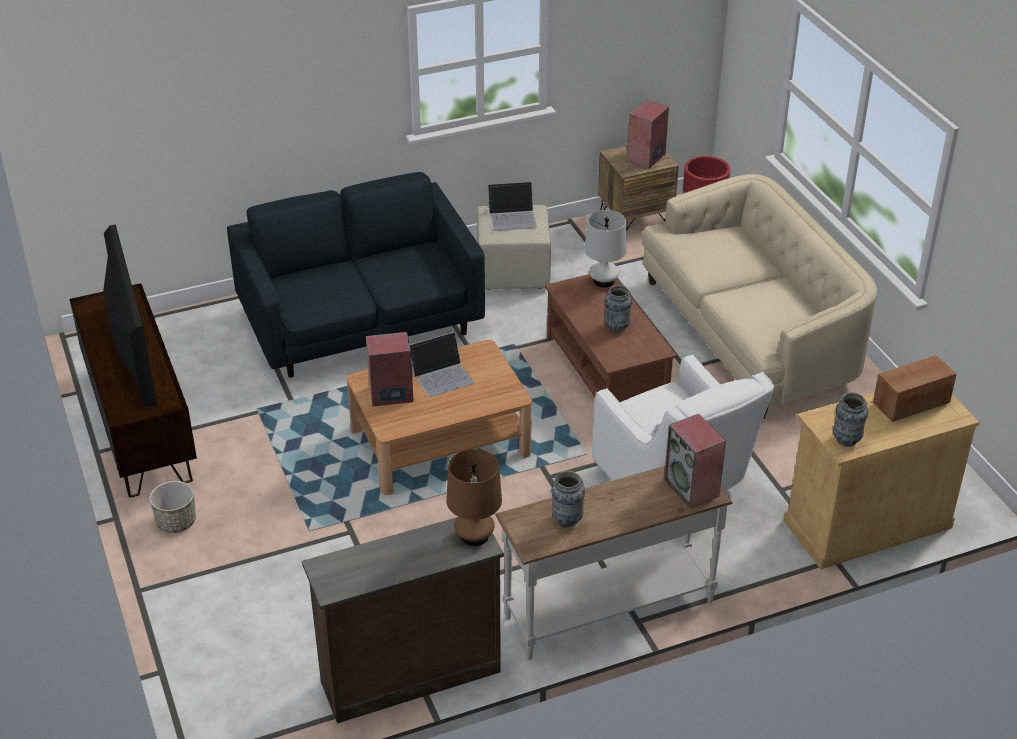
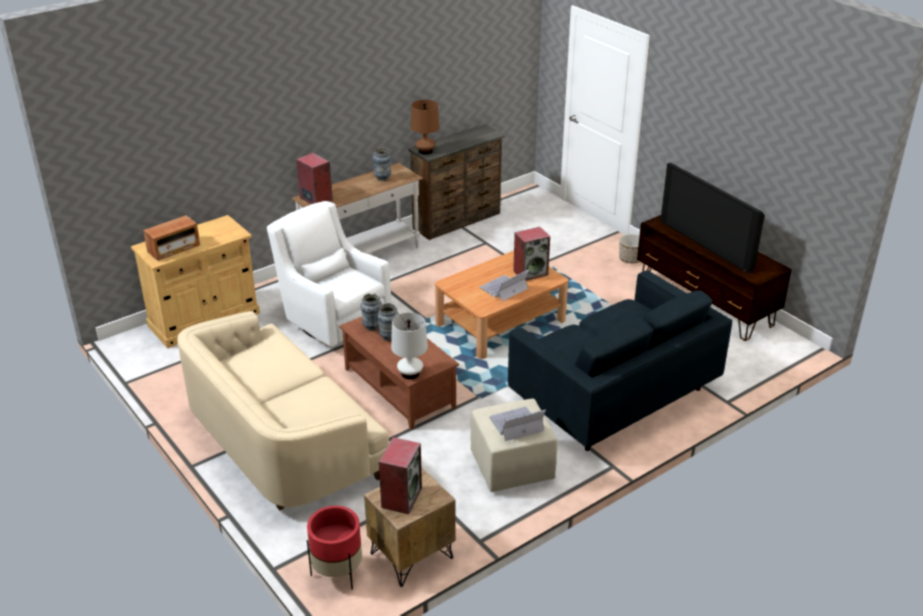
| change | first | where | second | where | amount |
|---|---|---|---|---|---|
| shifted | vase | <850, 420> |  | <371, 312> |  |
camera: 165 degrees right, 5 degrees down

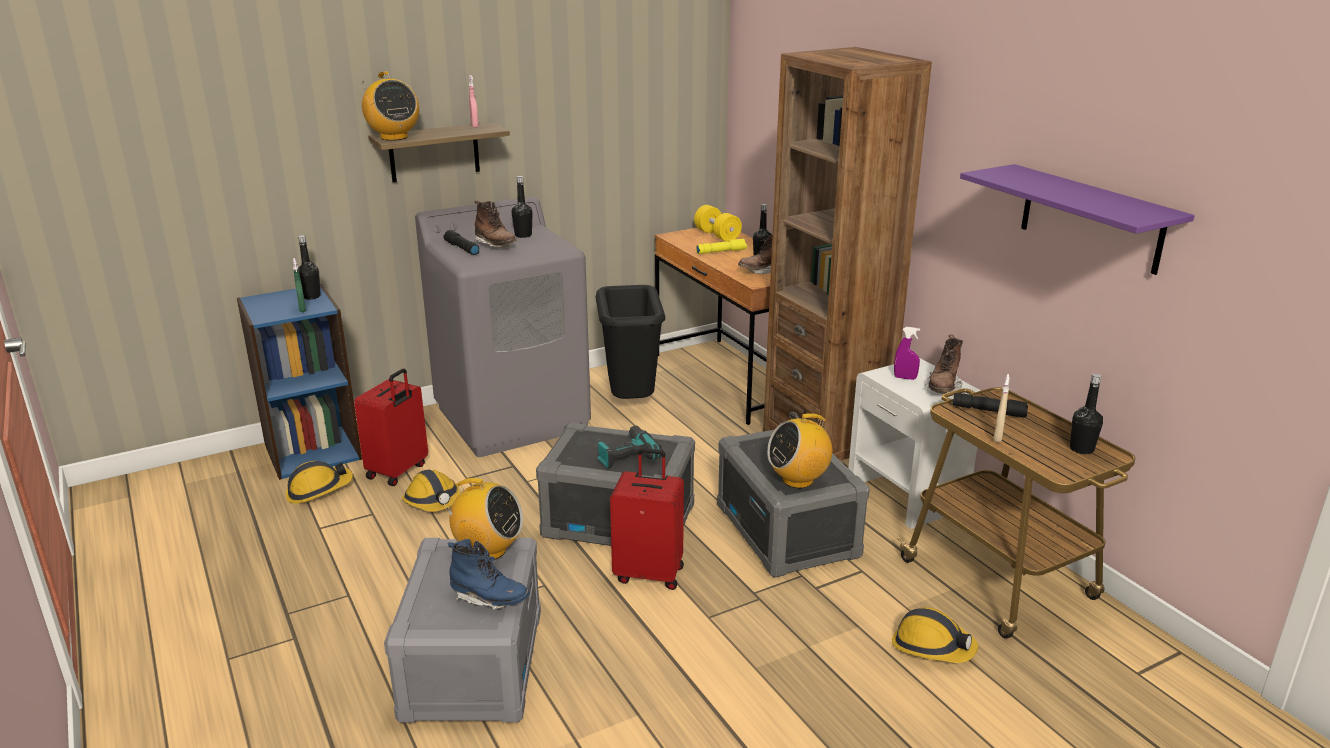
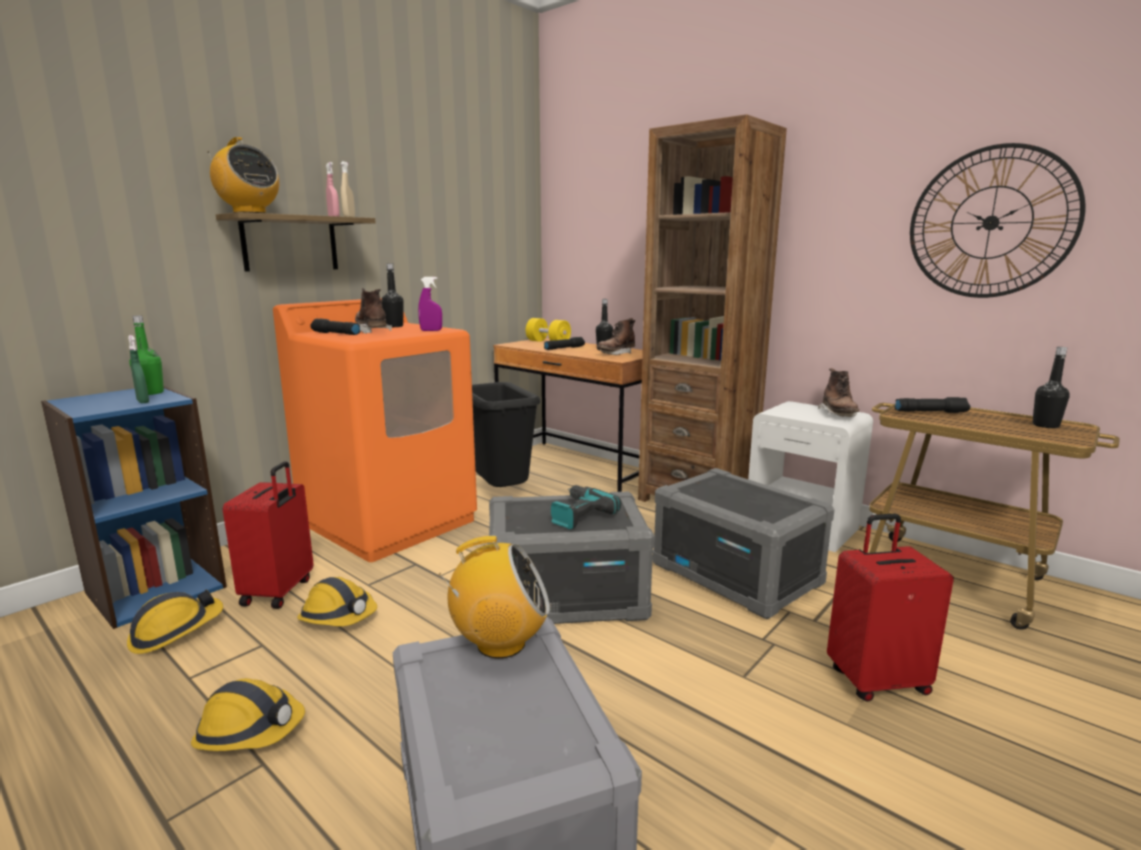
| change | first | where | second | where | amount |
|---|---|---|---|---|---|
| repainted | black bottle | <309, 267> | green bottle | <146, 355> |  |
| repainted | grey washing machine | <503, 327> | orange washing machine | <375, 430> |  |
| gone | blue boot | <488, 574> |  |  |  |
| rotated | brown boot | <495, 224> |  | <373, 311> | 150 degrees counterclockwise |
| shifted | red suitcase | <647, 519> |  | <890, 607> |  |
| repainted | yellow flashlight | <721, 246> | black flashlight | <564, 343> |  |
| gone | radio | <799, 450> |  |  |  |
| shifted | hard hat | <935, 635> |  | <248, 714> |  |
| shifted | purple spray bottle | <907, 353> |  | <430, 304> |  |
| swapped | purple shelf | <1077, 219> | wall clock | <998, 220> |  |
| shifted | beige spray bottle | <1001, 408> |  | <348, 189> |  |
camera: 20 degrees left, 10 degrees down

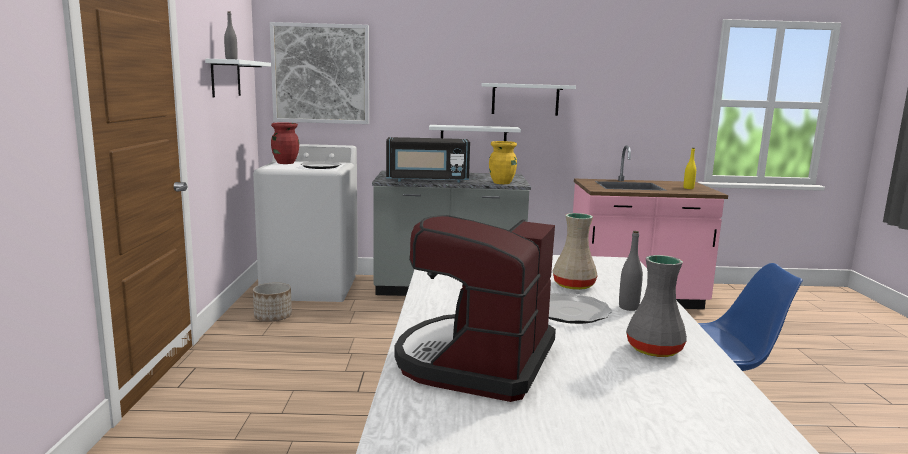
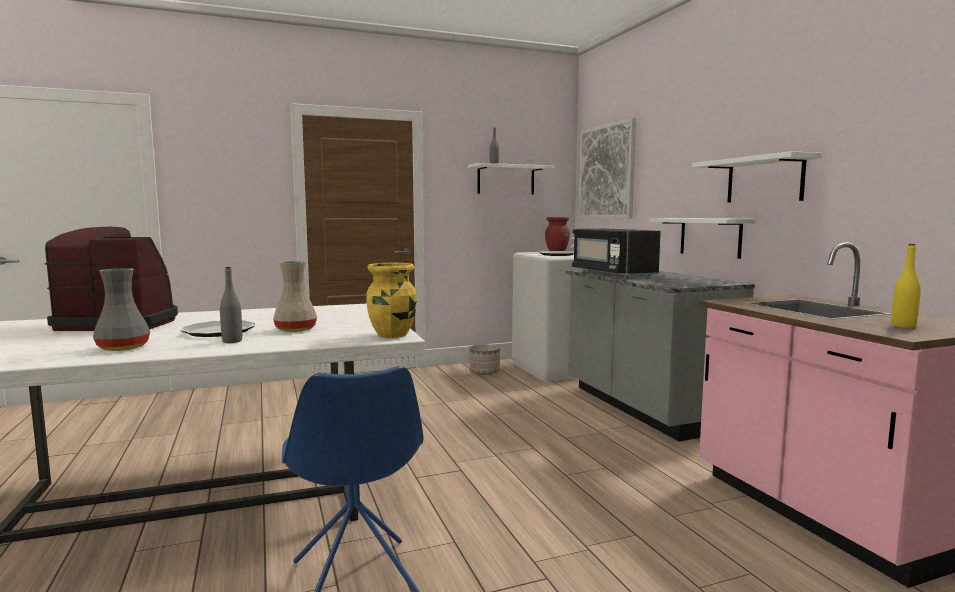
| change | first | where | second | where | amount |
|---|---|---|---|---|---|
| shifted | yellow vase | <503, 162> |  | <391, 300> |  |
camera: 70 degrees right, 5 degrees down

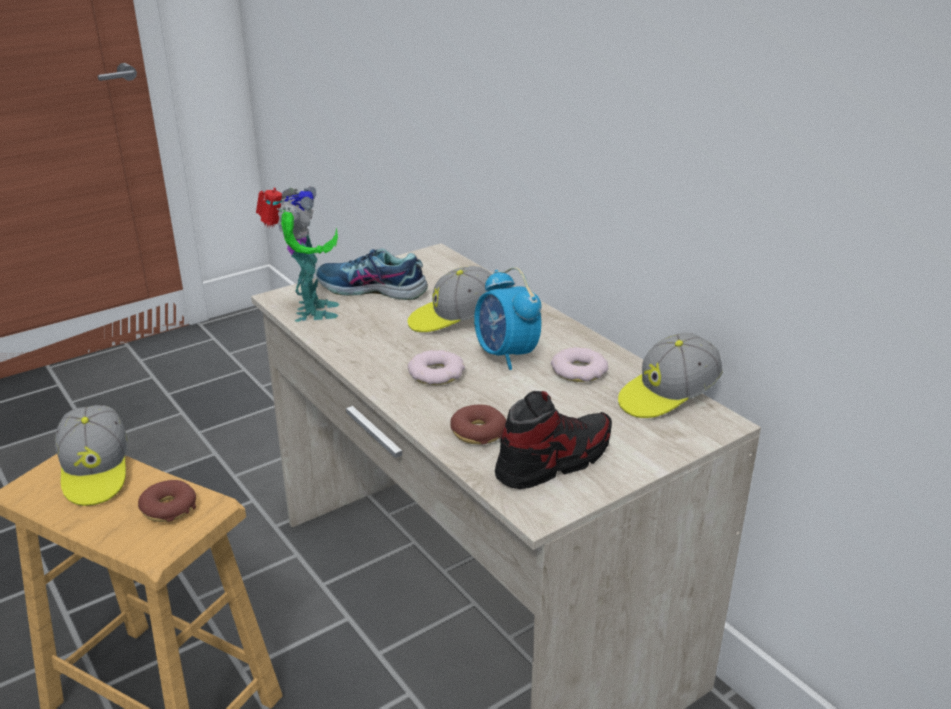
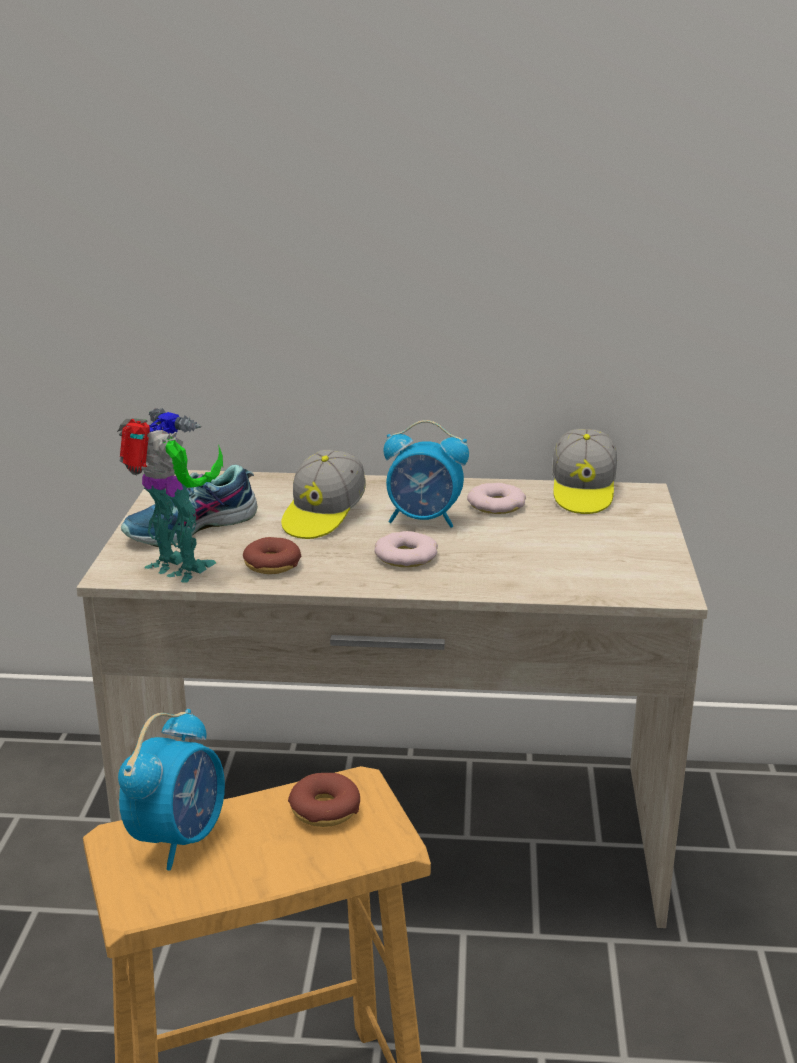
| change | first | where | second | where | amount |
|---|---|---|---|---|---|
| swapped | cap | <91, 455> | alarm clock | <171, 790> |  |
| shifted | donut | <478, 424> |  | <272, 555> |  |
| gone | shoe | <553, 440> |  |  |  |
camera: 50 degrees left, 5 degrees down

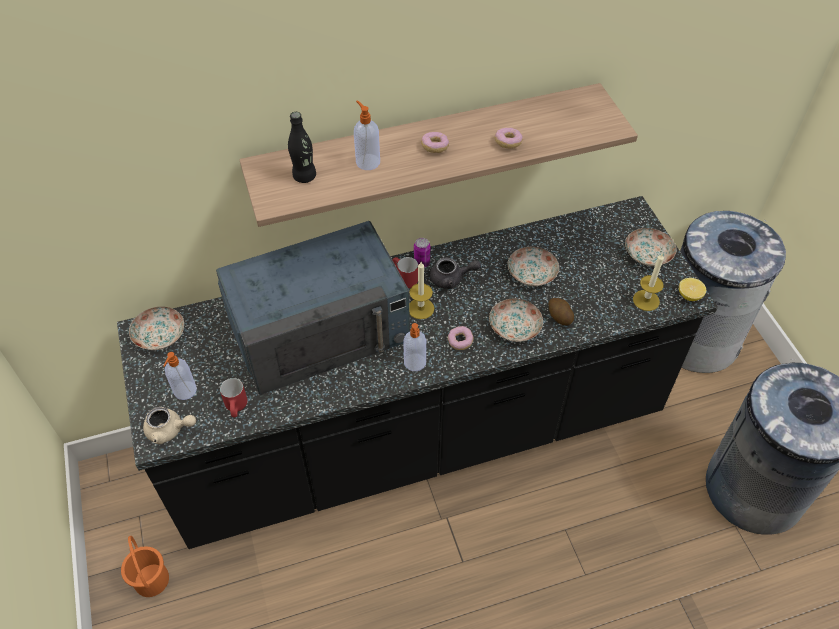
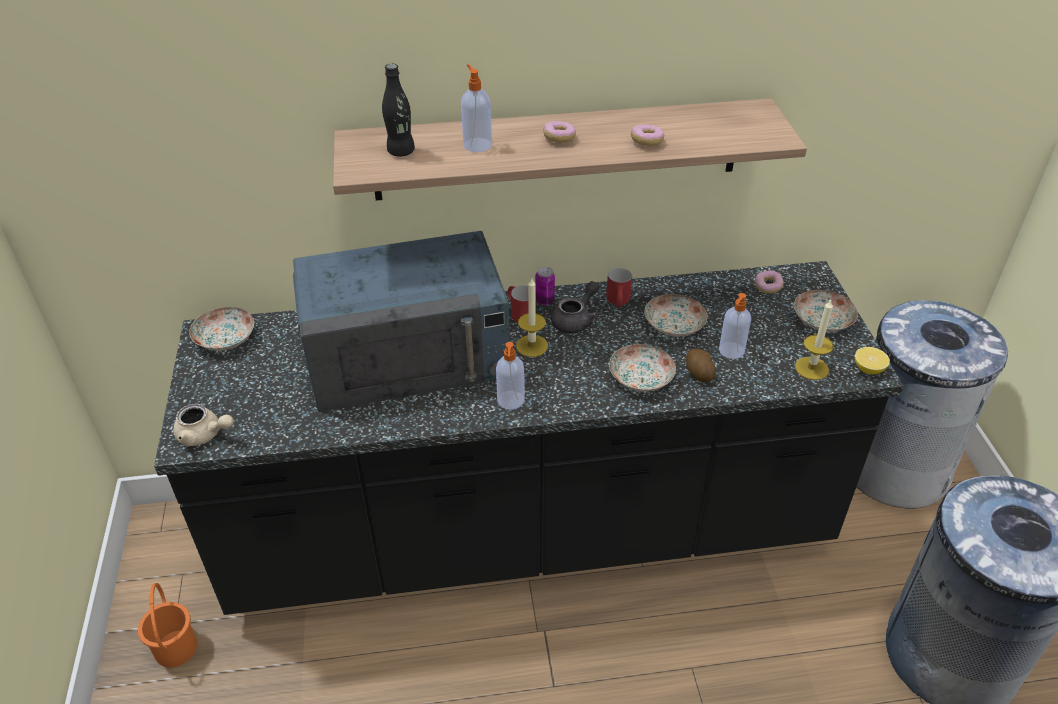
| change | first | where | second | where | amount |
|---|---|---|---|---|---|
| shifted | soap dispenser | <180, 376> |  | <735, 326> |  |
| shifted | red mug | <233, 397> |  | <619, 287> |  |
| rotated | grey teapot | <455, 273> |  | <575, 307> | 60 degrees counterclockwise |
| shifted | donut | <460, 338> |  | <769, 282> |  |
camera: 10 degrees right, 10 degrees down

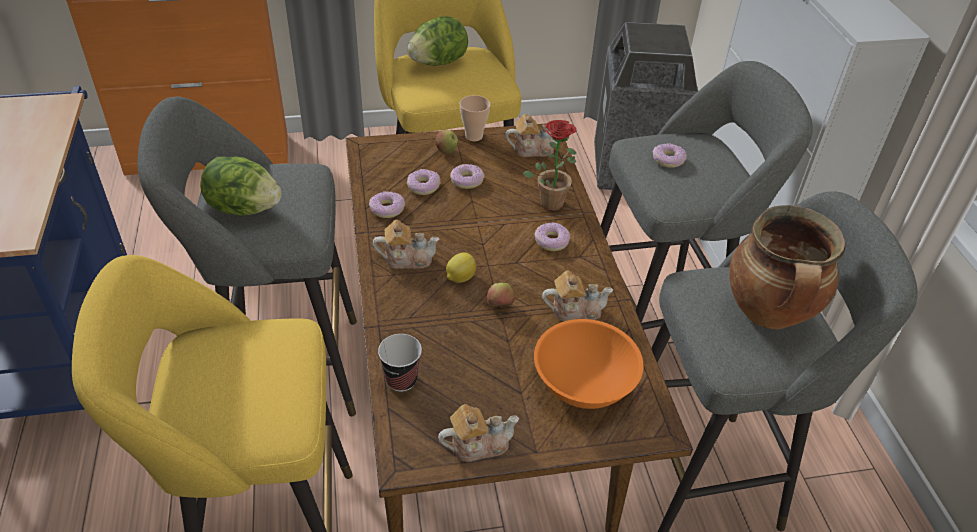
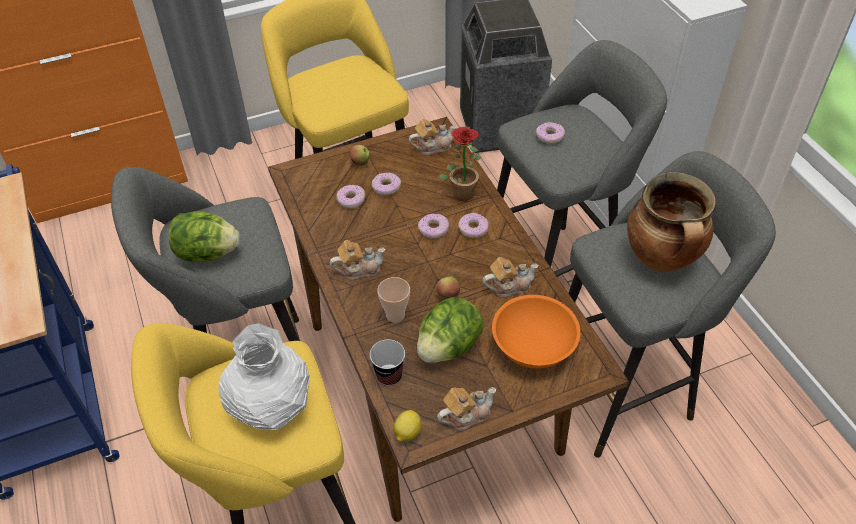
| change | first | where | second | where | amount |
|---|---|---|---|---|---|
| shifted | donut | <387, 204> |  | <433, 226> |  |
| shifted | lettuce | <437, 41> |  | <450, 330> |  |
| shifted | lemon | <461, 268> |  | <407, 426> |  |
| shifted | cup | <475, 118> |  | <393, 300> |  |
| new |  |  | white vase | <264, 376> |  |
camera: 10 degrees left, 5 degrees up

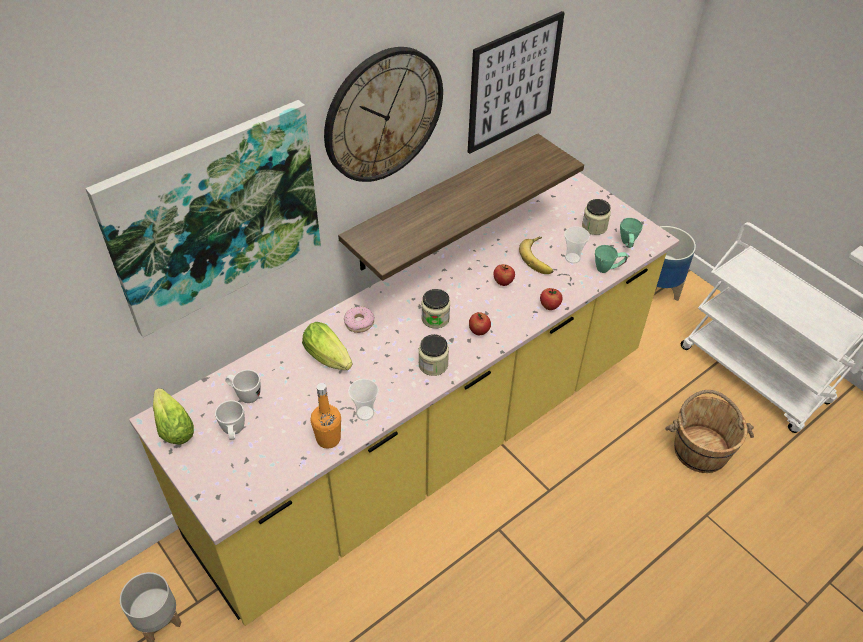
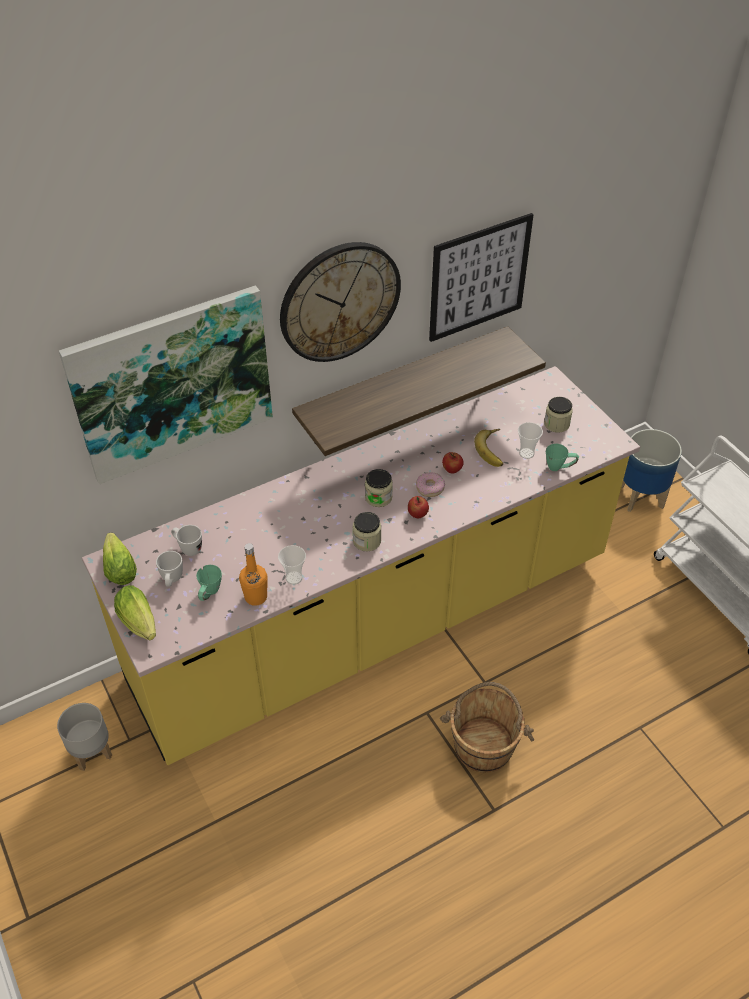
| change | first | where | second | where | amount |
|---|---|---|---|---|---|
| shifted | lettuce | <327, 346> |  | <135, 612> |  |
| shifted | donut | <359, 319> |  | <430, 484> |  |
| gone | apple | <551, 299> |  |  |  |
| shifted | green mug | <631, 233> |  | <209, 583> |  |
| shifted | brown bucket | <709, 431> |  | <487, 727> |  |
camera: 10 degrees right, 0 degrees up

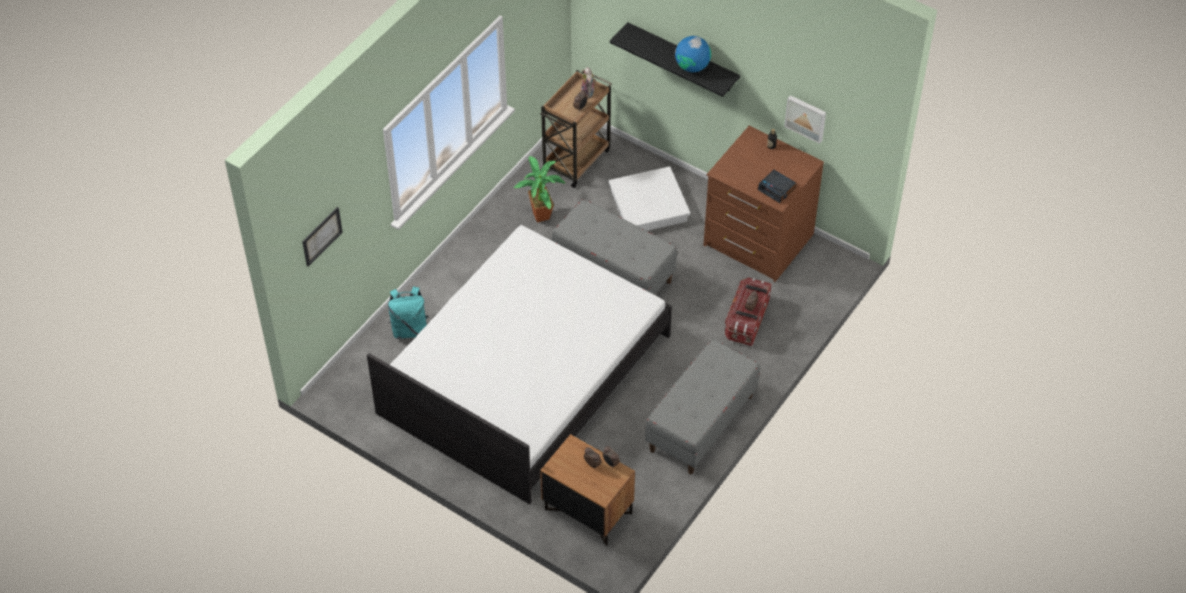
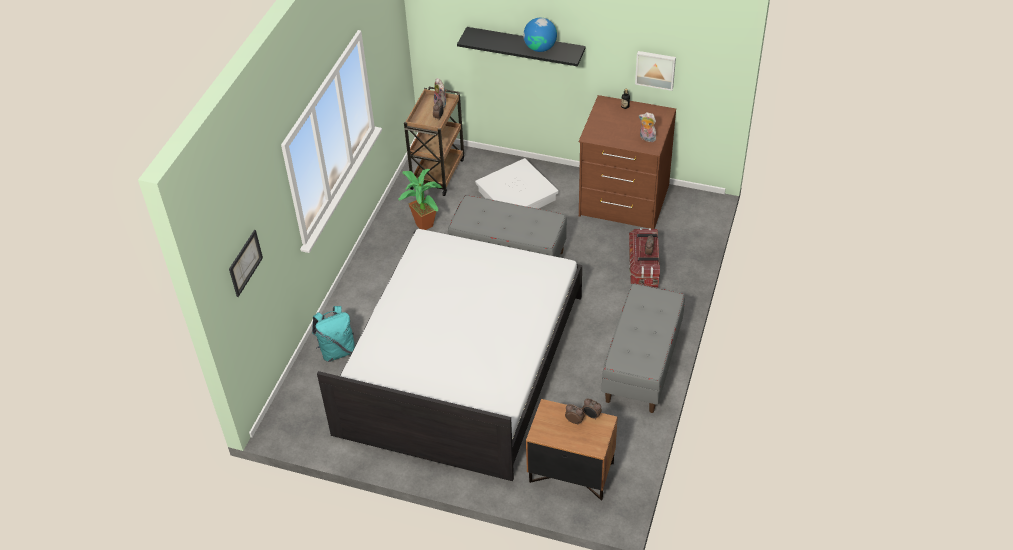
| change | first | where | second | where | amount |
|---|---|---|---|---|---|
| swapped | alarm clock | <777, 186> | plush toy | <648, 127> |  |
camera: 15 degrees left, 5 degrees down

